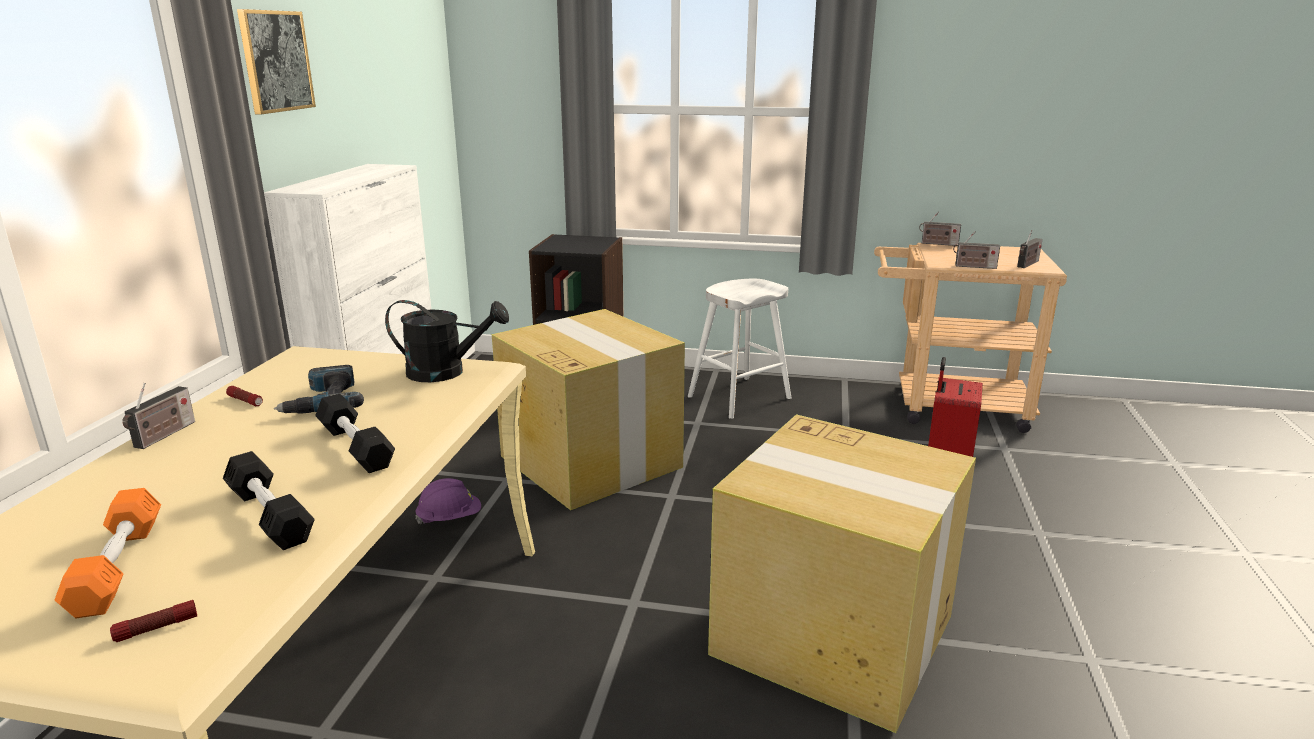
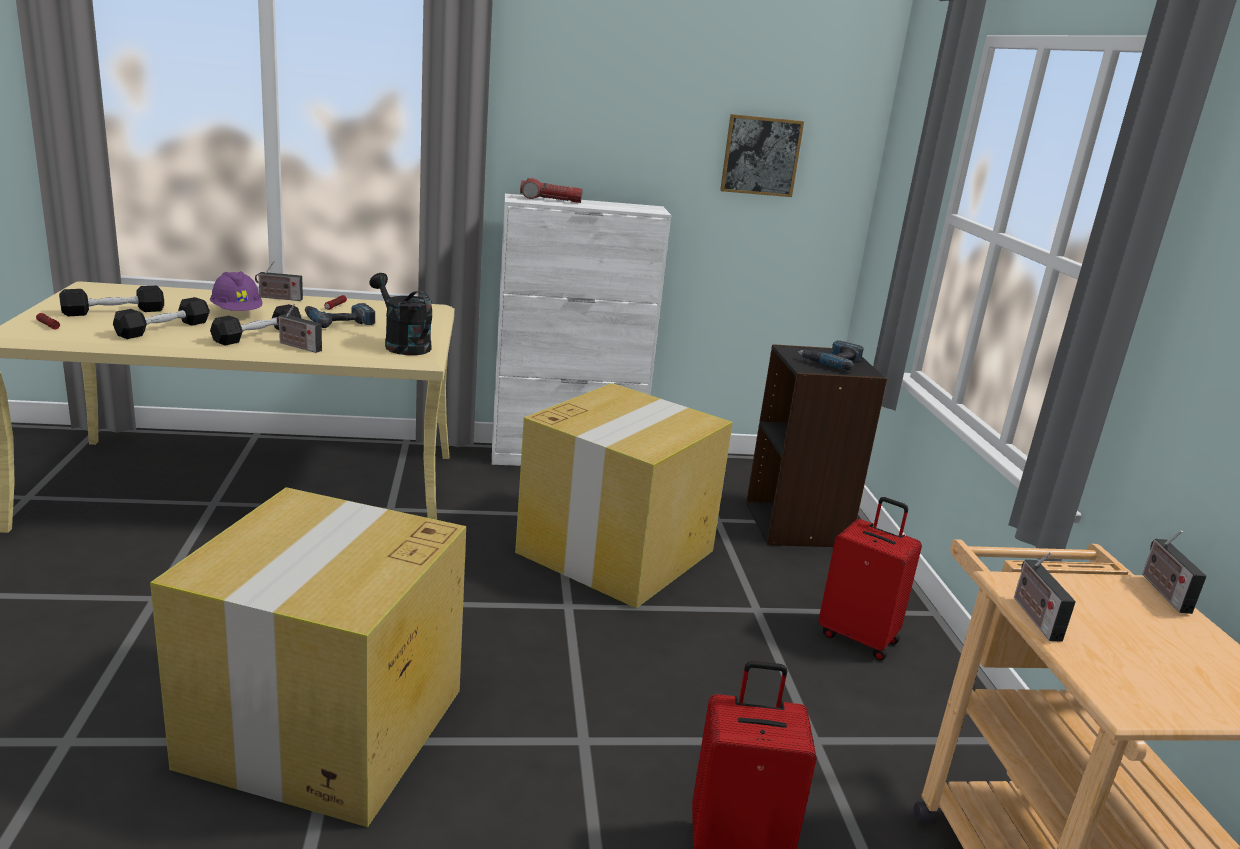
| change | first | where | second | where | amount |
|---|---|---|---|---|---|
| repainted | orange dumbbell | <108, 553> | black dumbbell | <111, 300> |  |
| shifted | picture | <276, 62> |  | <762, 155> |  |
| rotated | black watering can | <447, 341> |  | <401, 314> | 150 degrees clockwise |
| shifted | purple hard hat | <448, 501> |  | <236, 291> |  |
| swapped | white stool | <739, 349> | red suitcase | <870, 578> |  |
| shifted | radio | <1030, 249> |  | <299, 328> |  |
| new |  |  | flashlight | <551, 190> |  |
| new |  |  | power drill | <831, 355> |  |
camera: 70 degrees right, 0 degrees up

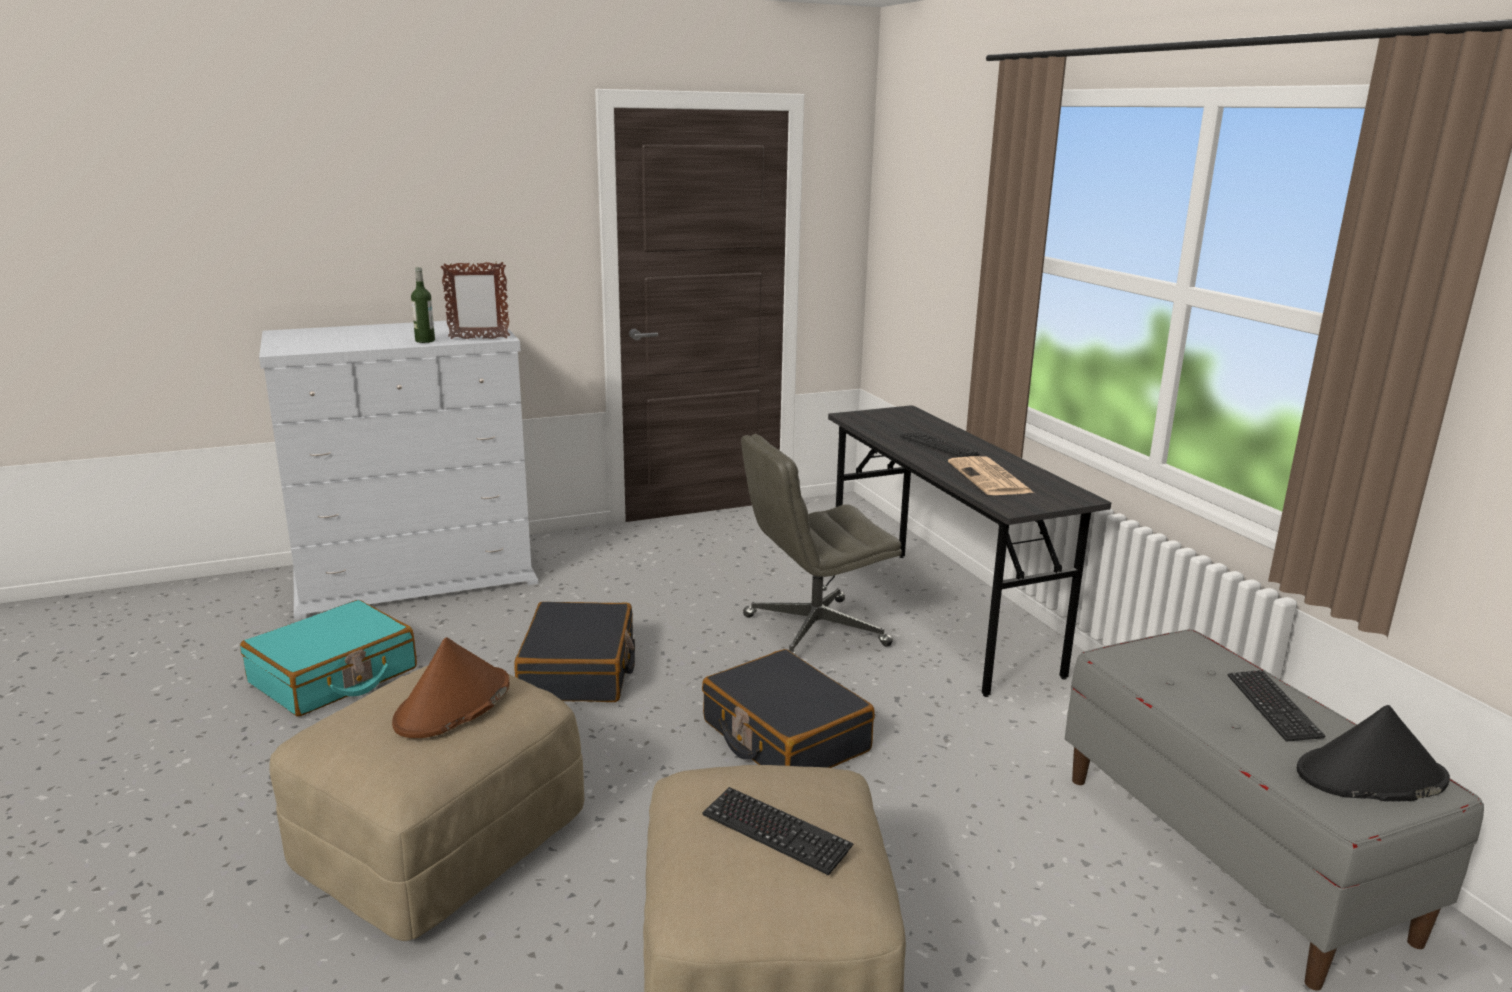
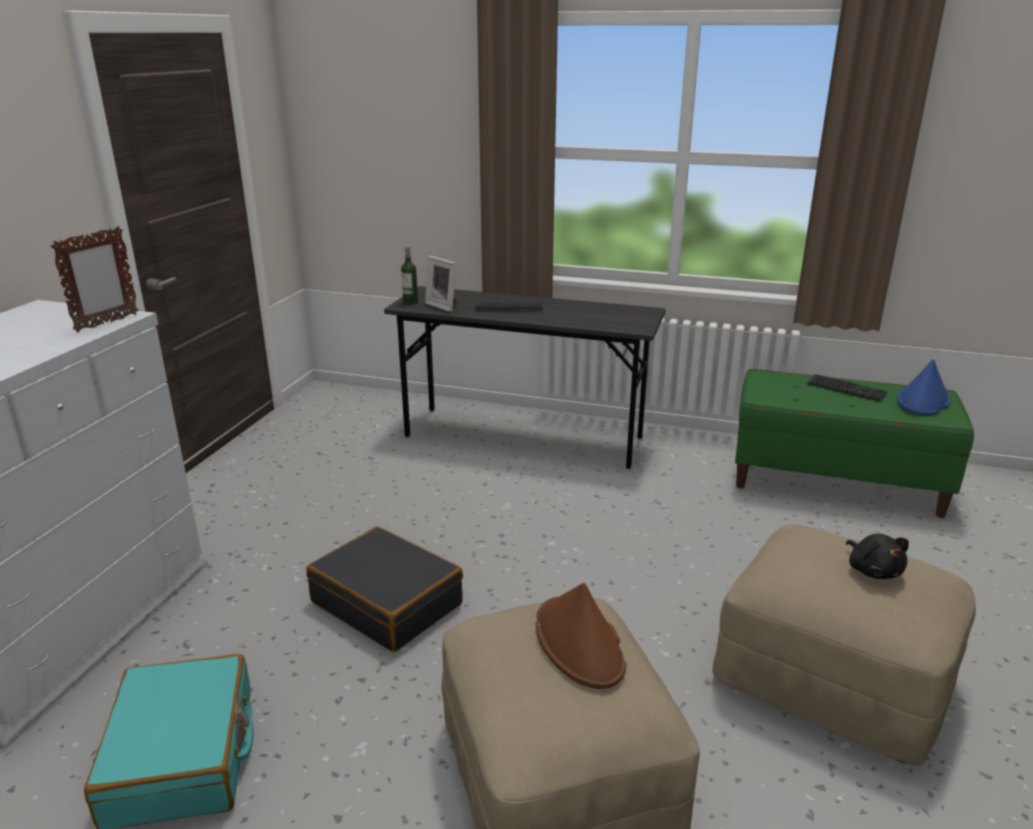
| change | first | where | second | where | amount |
|---|---|---|---|---|---|
| shifted | bottle | <423, 305> |  | <409, 275> |  |
| gone | black suitcase | <788, 708> |  |  |  |
| swapped | keyboard | <777, 831> | black plush toy | <877, 556> |  |
| gone | grey office chair | <821, 544> |  |  |  |
| gone | newspaper | <991, 475> |  |  |  |
| repainted | grey bench | <1274, 810> | green bench | <854, 443> |  |
| repainted | black hat | <1373, 753> | blue hat | <923, 387> |  |
| new |  |  | picture frame | <441, 284> |  |
camera: 50 degrees left, 5 degrees up

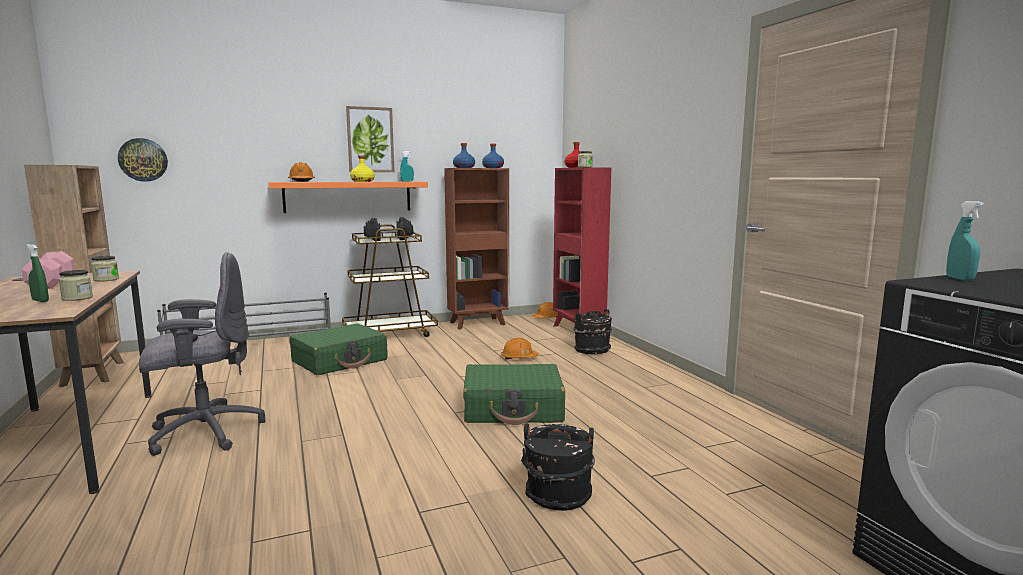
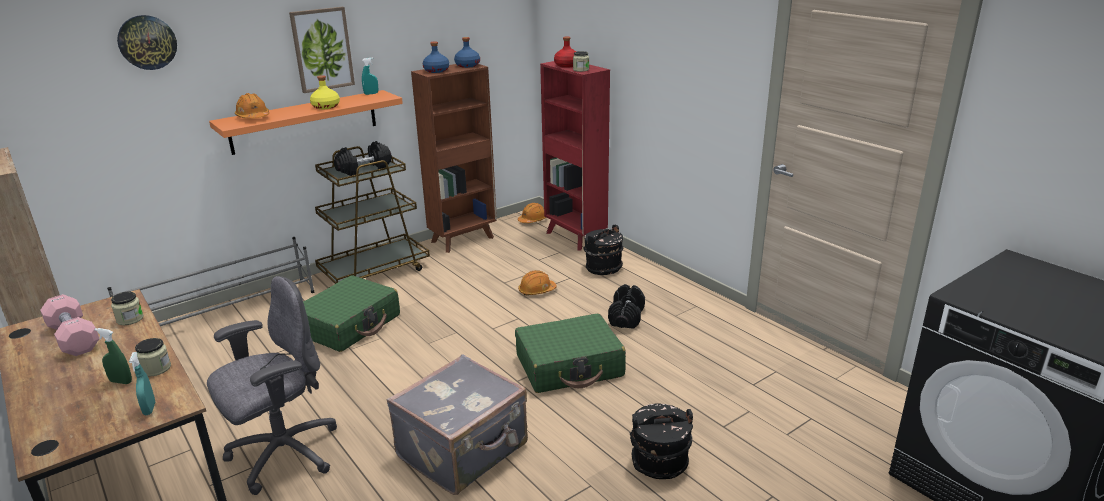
| change | first | where | second | where | amount |
|---|---|---|---|---|---|
| shifted | wall clock | <143, 160> |  | <147, 42> |  |
| shifted | turquoise spray bottle | <964, 241> |  | <142, 383> |  |
| new |  |  | grey suitcase | <457, 424> |  |
| new |  |  | black dumbbell | <626, 306> |  |
camera: 15 degrees left, 15 degrees up

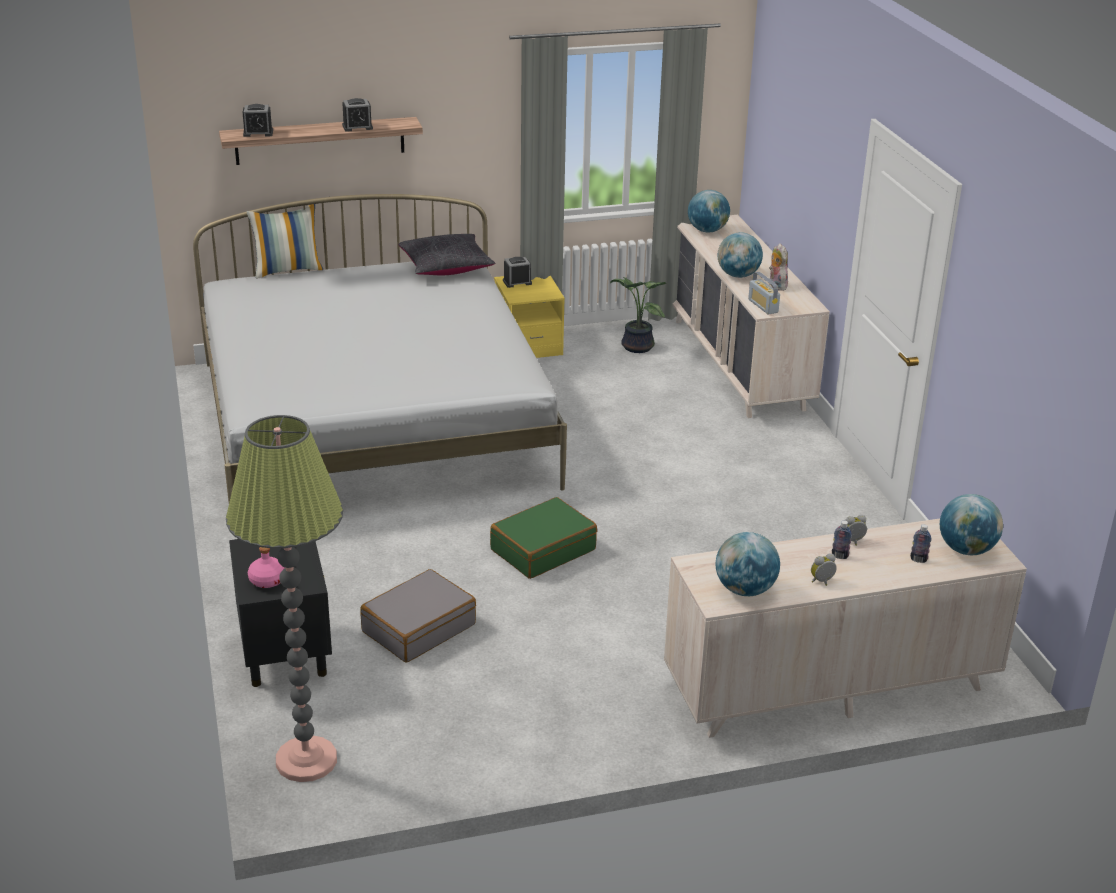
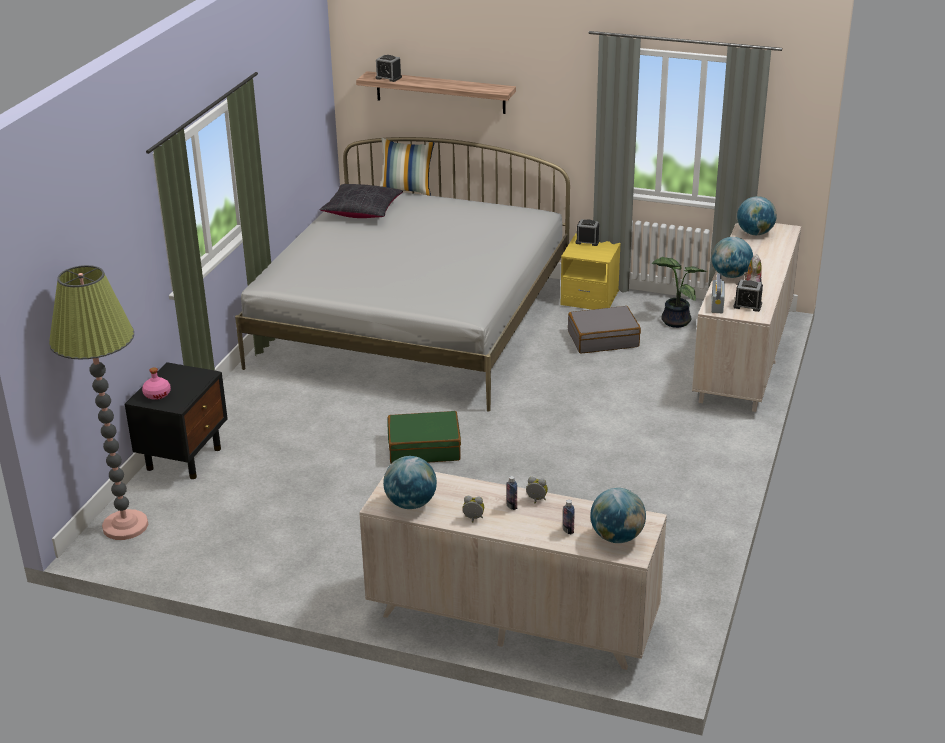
| change | first | where | second | where | amount |
|---|---|---|---|---|---|
| shifted | alarm clock | <357, 115> |  | <748, 296> |  |
| shifted | grey suitcase | <418, 616> |  | <604, 329> |  |
| shifted | black pillow | <446, 254> |  | <361, 201> |  |
camera: 35 degrees right, 0 degrees up

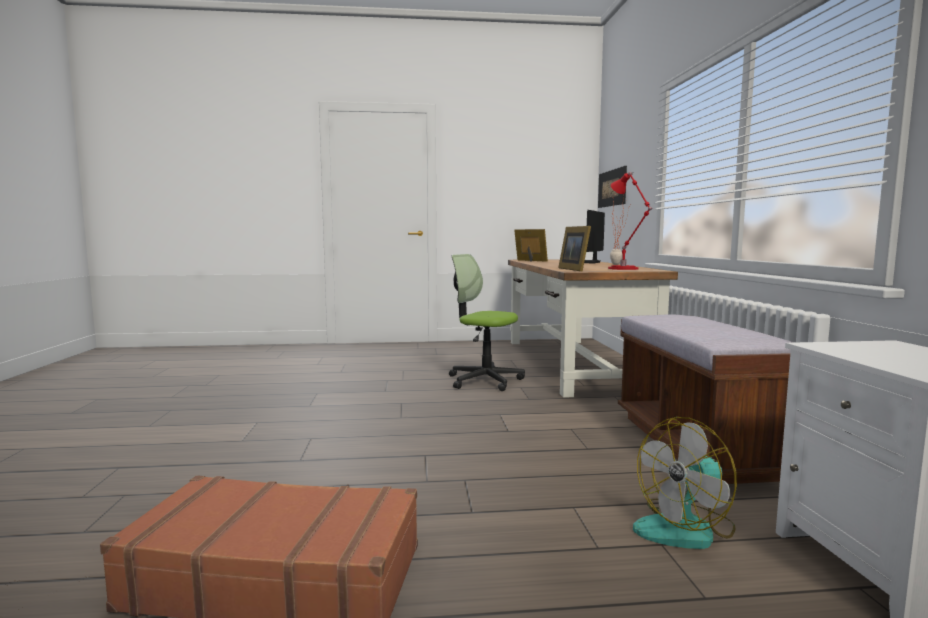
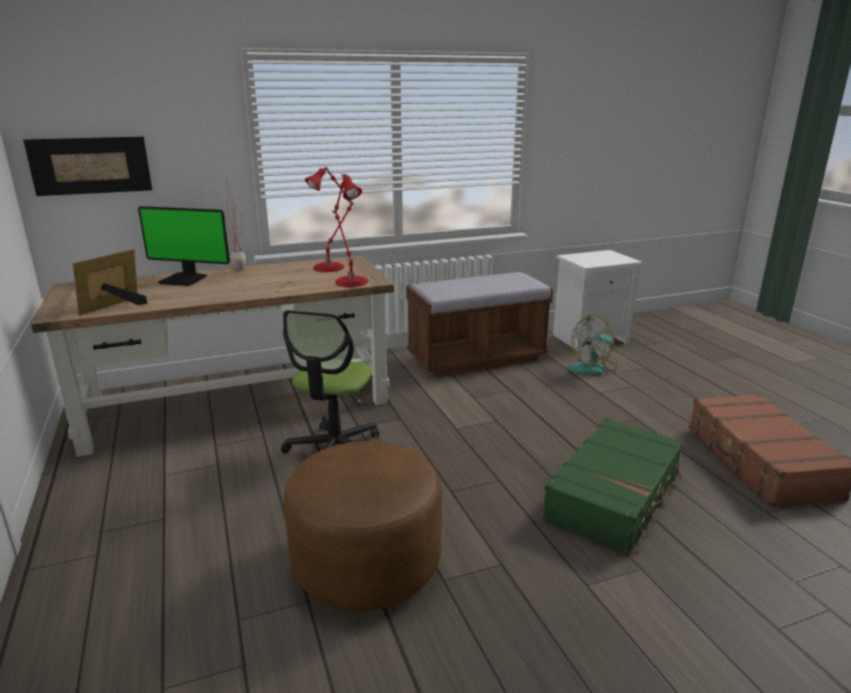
| change | first | where | second | where | amount |
|---|---|---|---|---|---|
| swapped | picture frame | <574, 249> | red table lamp | <350, 230> |  |
| rotated | fan | <685, 483> |  | <593, 345> | 105 degrees clockwise |
| new |  |  | brown ottoman | <363, 526> |  |
| new |  |  | green suitcase | <613, 486> |  |
camera: 105 degrees left, 15 degrees up

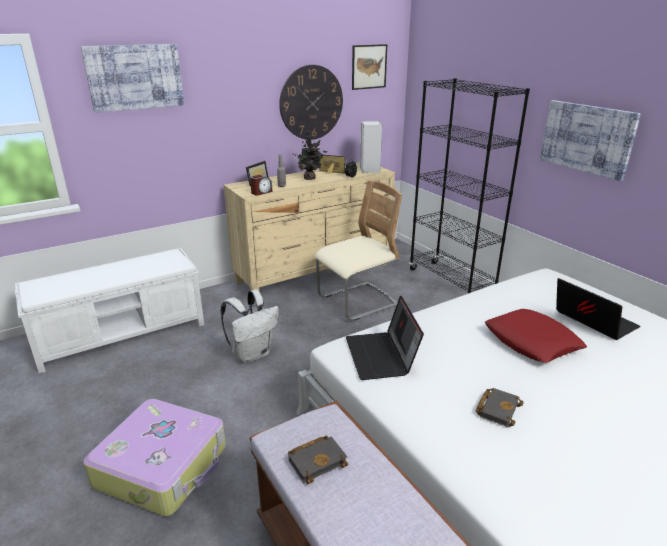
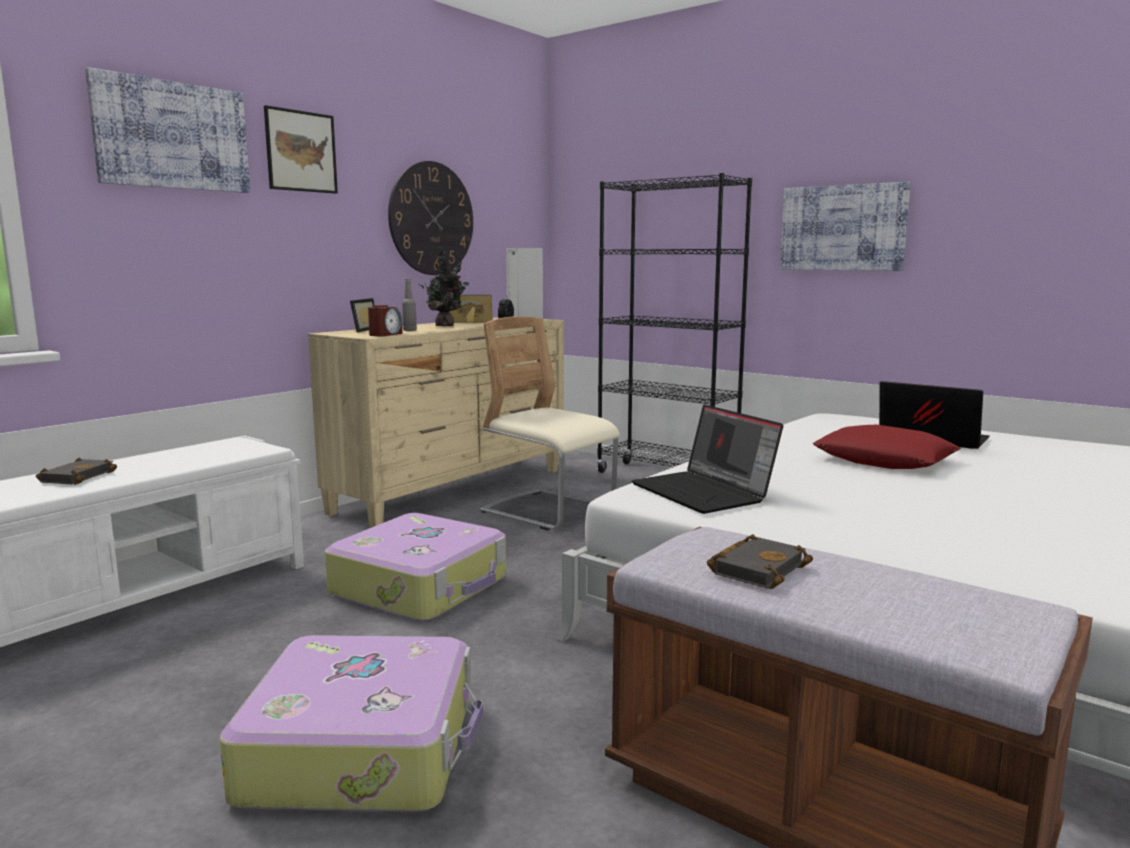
| change | first | where | second | where | amount |
|---|---|---|---|---|---|
| swapped | white backpack | <250, 326> | suitcase | <415, 567> |  |
| rotated | beige chair | <358, 250> |  | <550, 423> | 90 degrees counterclockwise |
| shifted | picture | <369, 67> |  | <301, 149> |  |
| shifted | black book | <500, 407> |  | <76, 471> |  |
camera: 20 degrees left, 15 degrees down

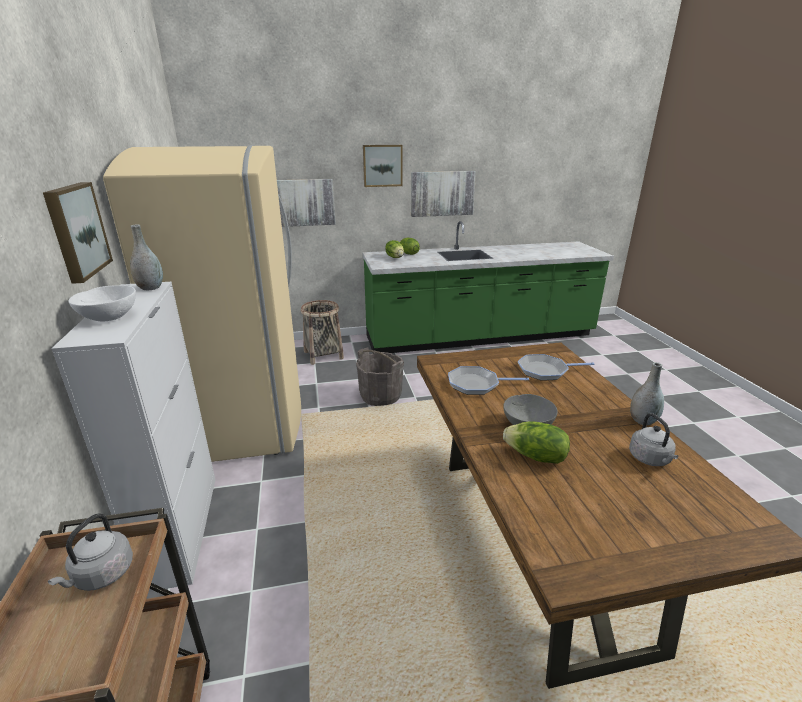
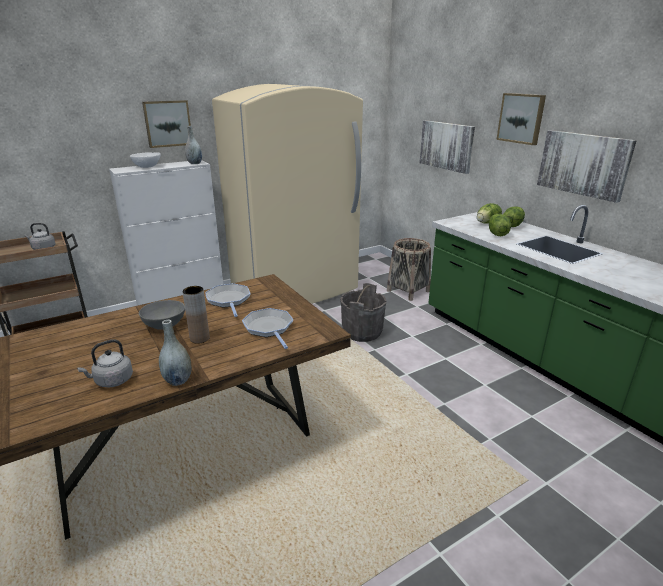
| change | first | where | second | where | amount |
|---|---|---|---|---|---|
| shifted | lettuce | <536, 442> |  | <500, 225> |  |
| new |  |  | brown vase | <196, 315> |  |
camera: 70 degrees right, 0 degrees up

